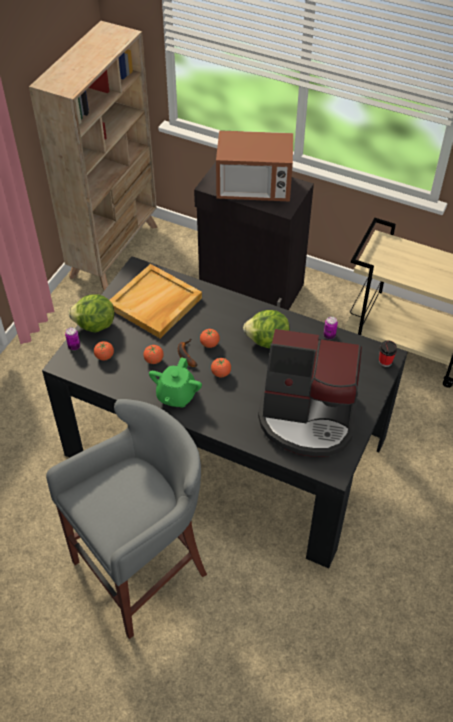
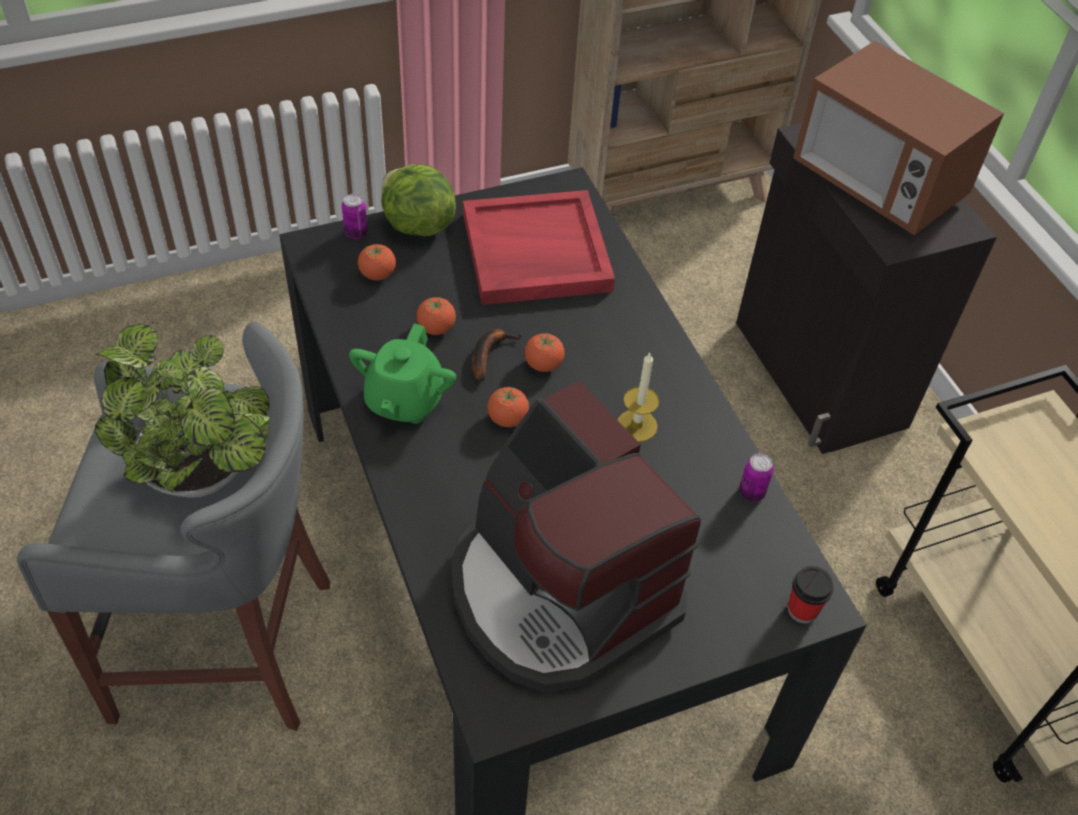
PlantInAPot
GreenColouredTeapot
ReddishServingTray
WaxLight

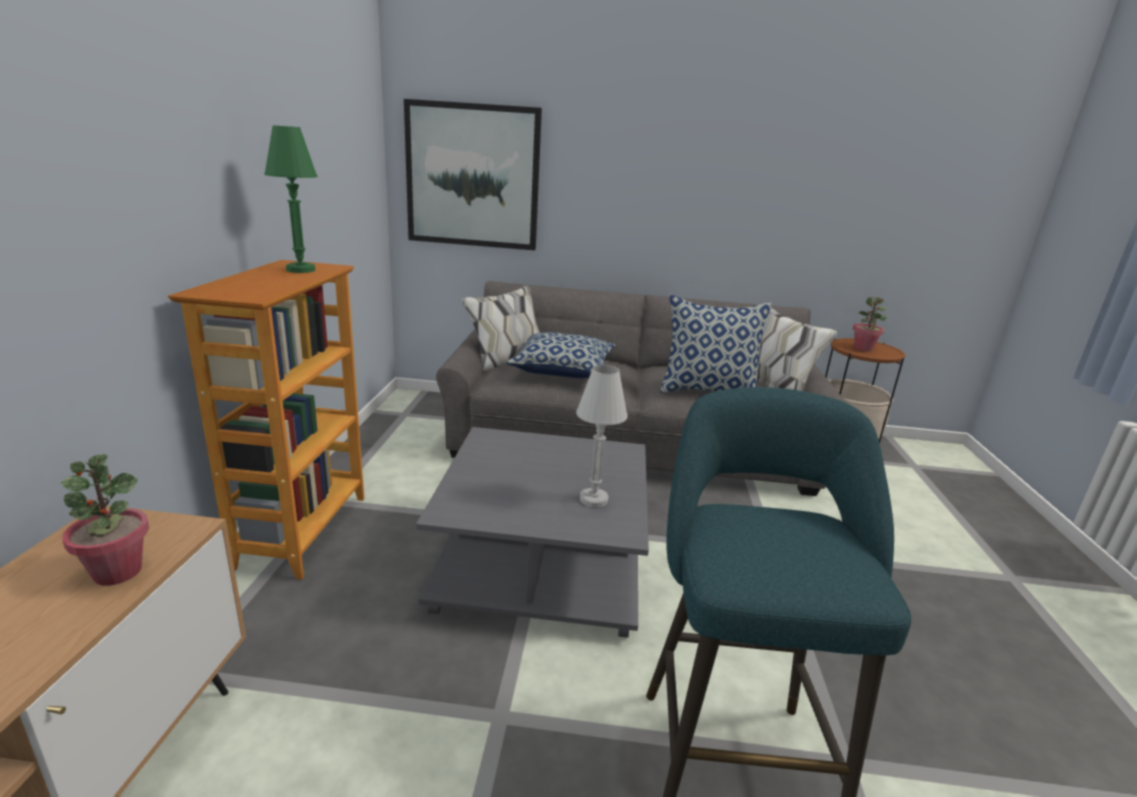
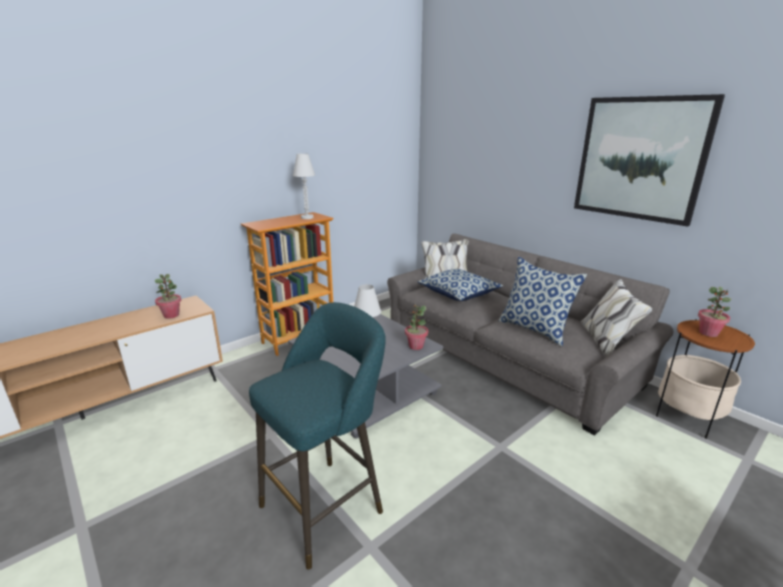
WhitishLampForATable (no. 1 from left)
PlantInAPot (no. 2 from left)
WallPicture

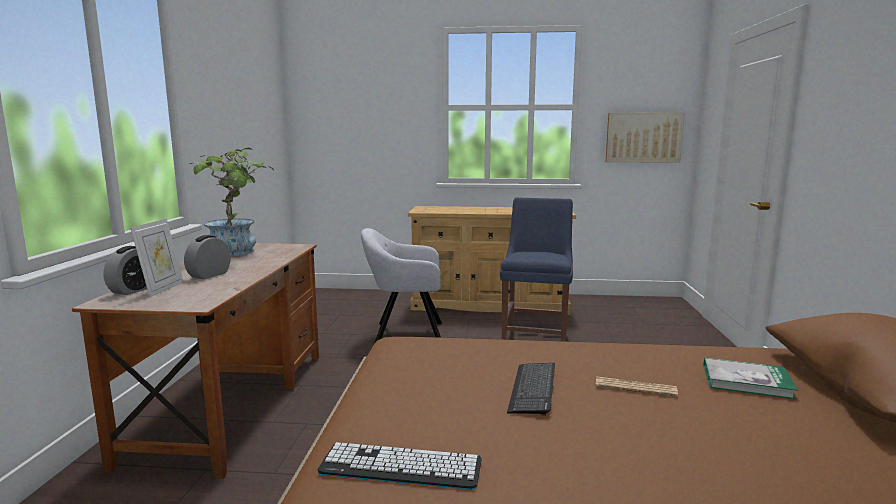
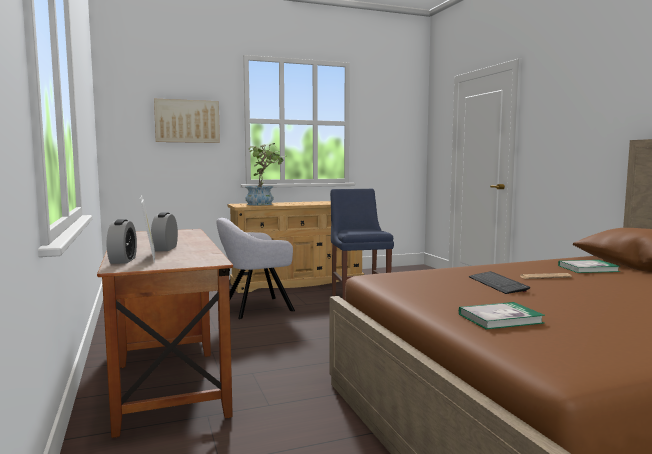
WallPicture
PlantInAPot
BoundBook (no. 1 from left)

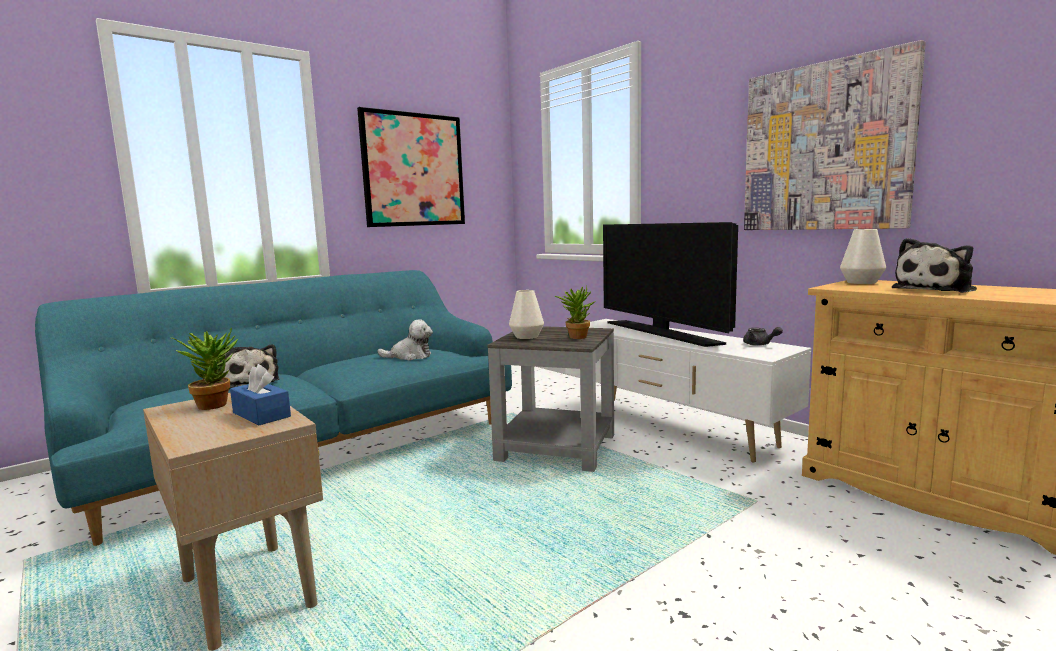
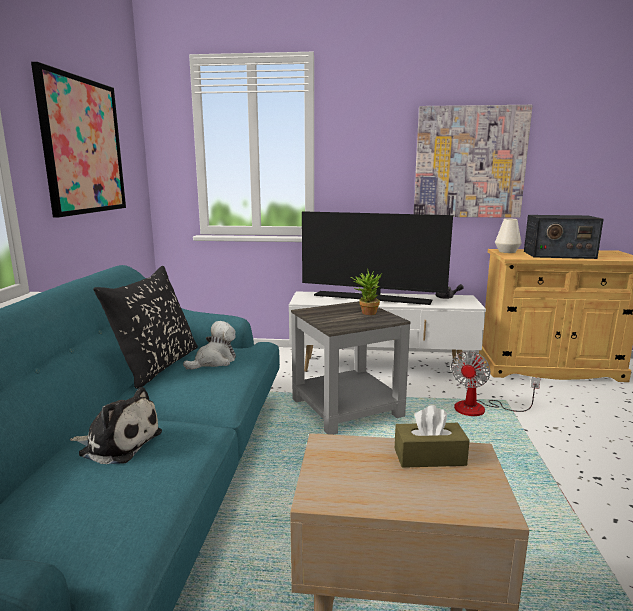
BlackColouredPillow
BrownBoxOfTissues
Fan
Radio
PlantInAPot (no. 1 from left in the first image)
WhitishDecorativeVase (no. 1 from left in the first image)

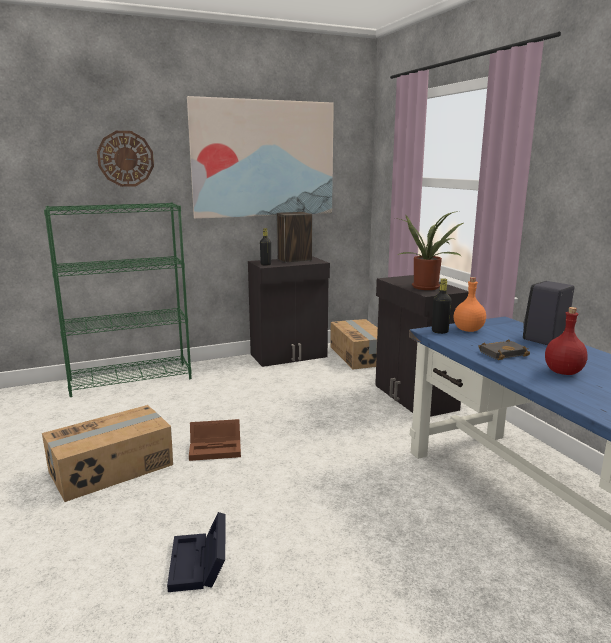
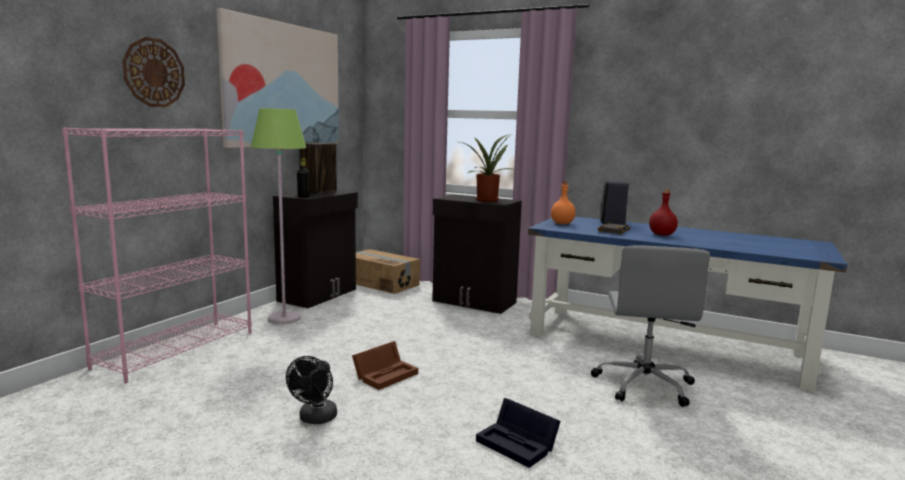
PinkBookcase
GreenColouredStandardLamp
BlackColouredFan
GrayComputerChair
BlackColouredDrinkBottle (no. 2 from left in the first image)

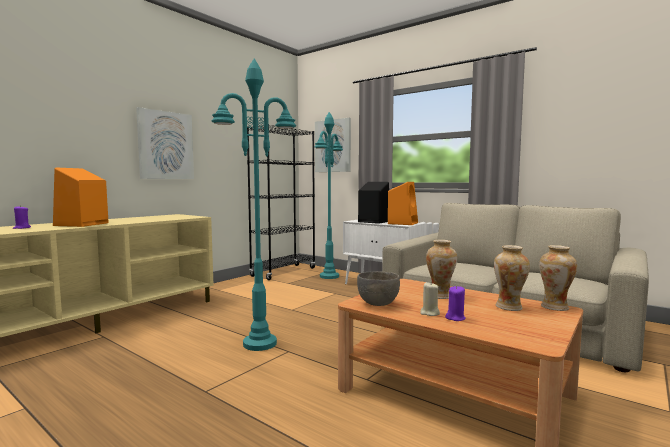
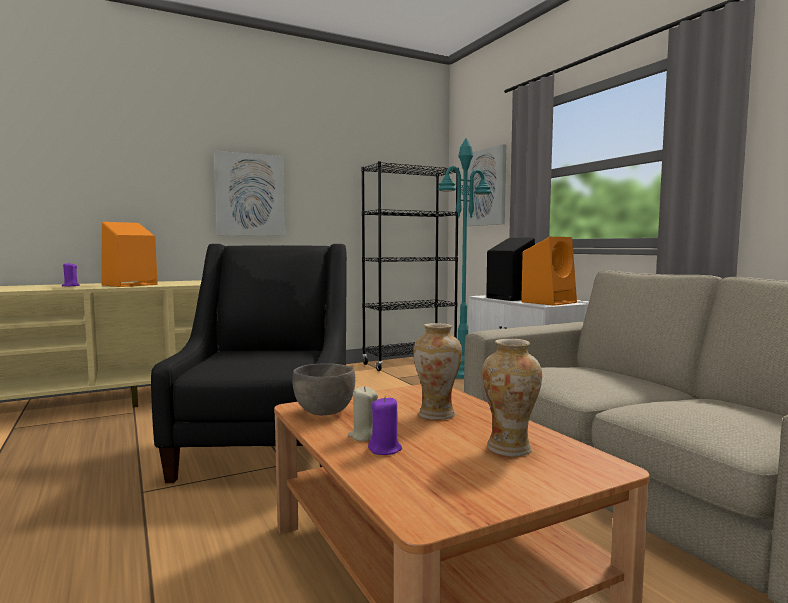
BlackColouredLoungeChair
DecorativeVase (no. 3 from left in the first image)

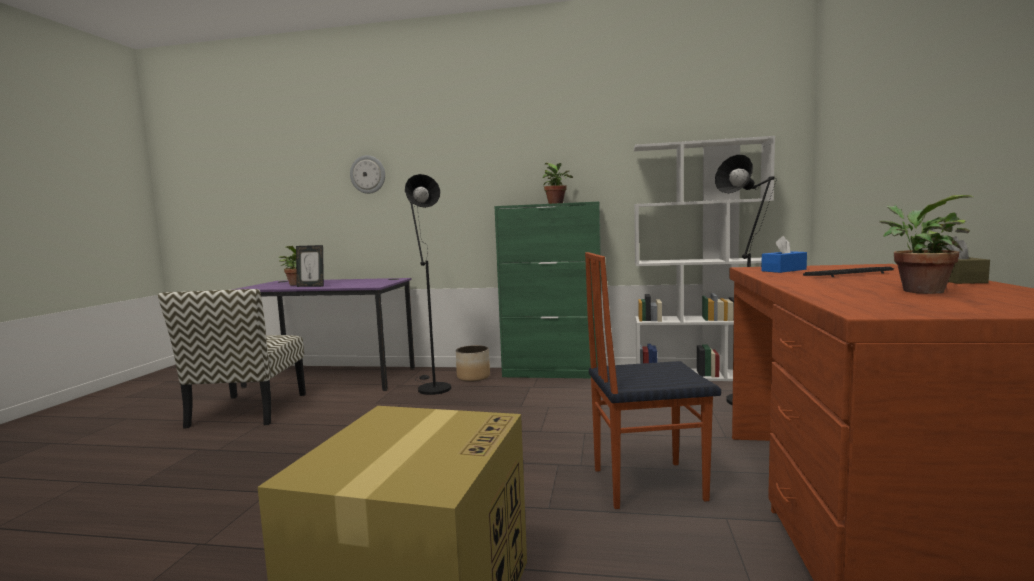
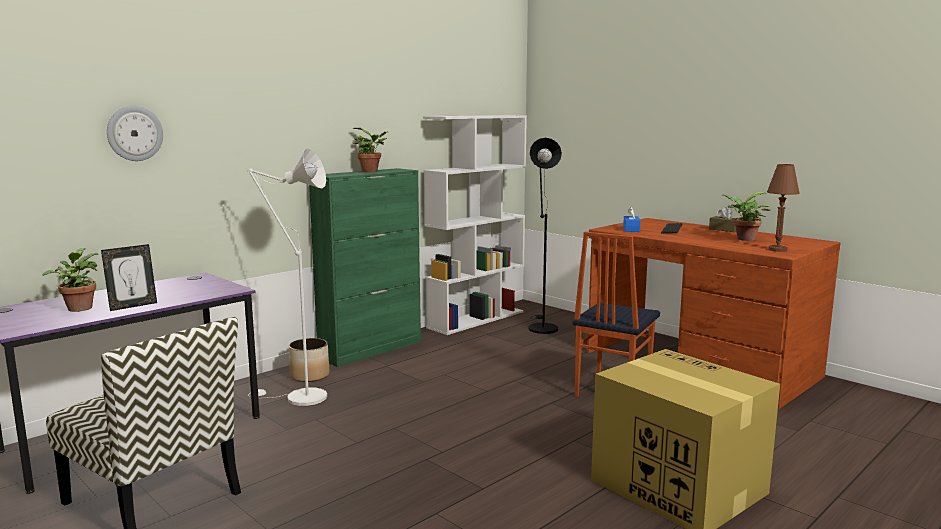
WhitishStandardLamp
BrownLampForATable

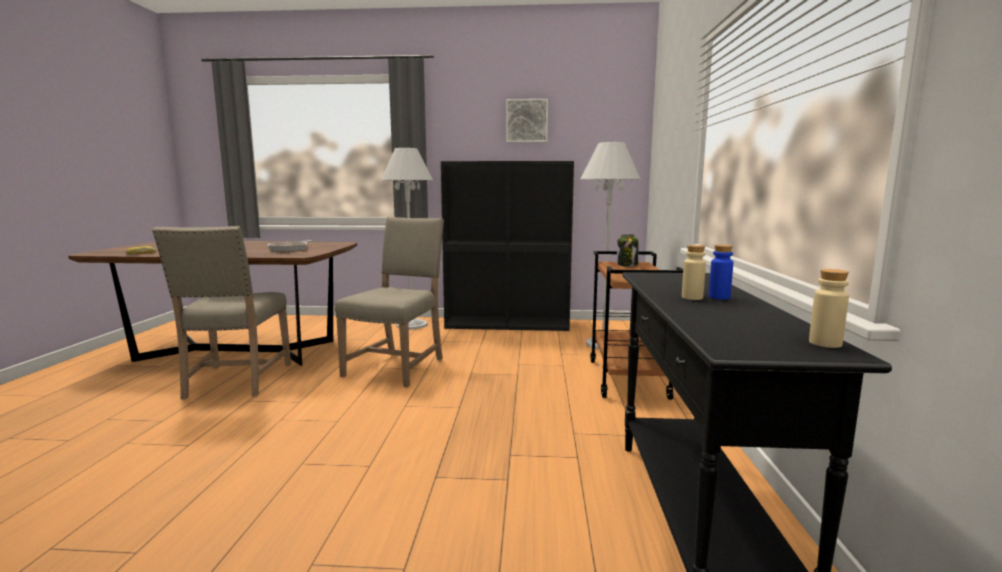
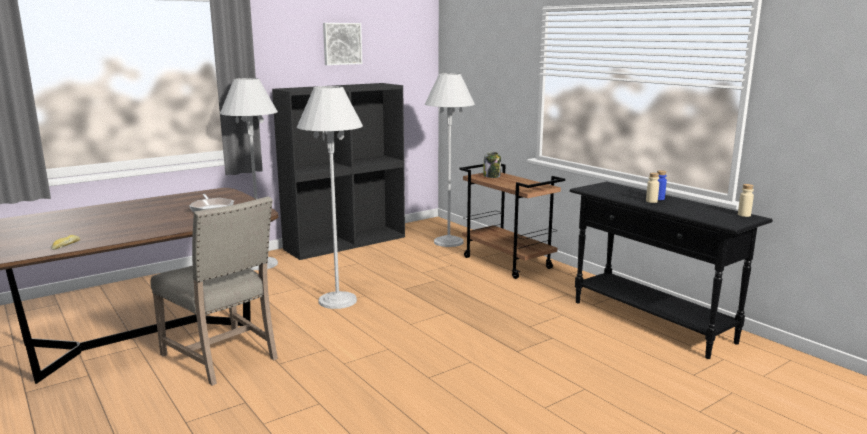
WhitishStandardLamp (no. 2 from left)

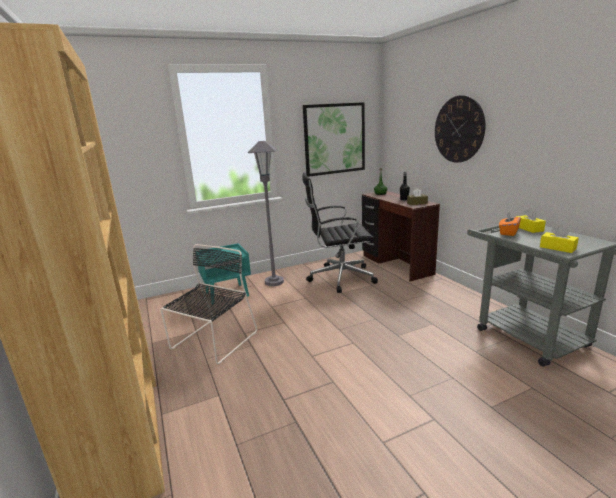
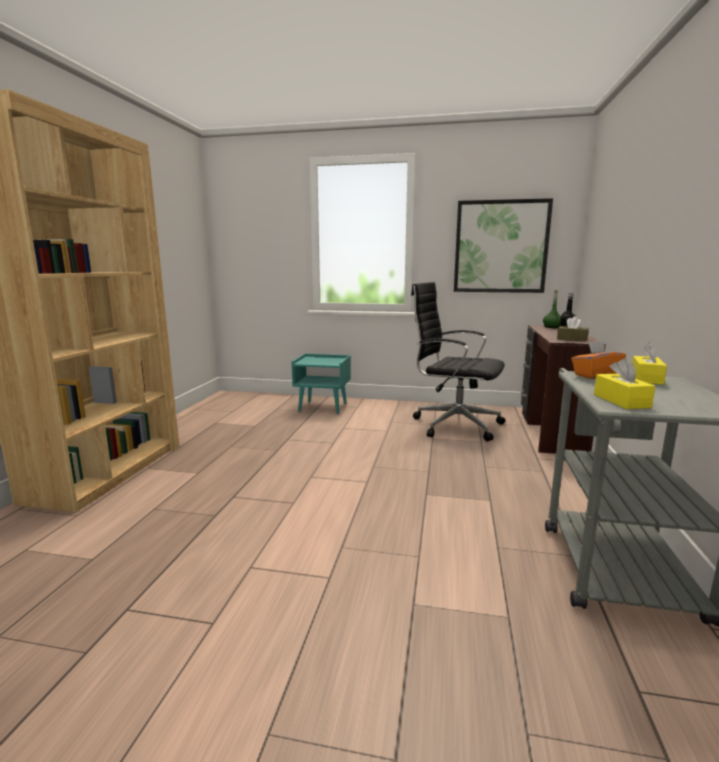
BlackColouredUprightChair
GrayStandardLamp
ClockOnTheWall

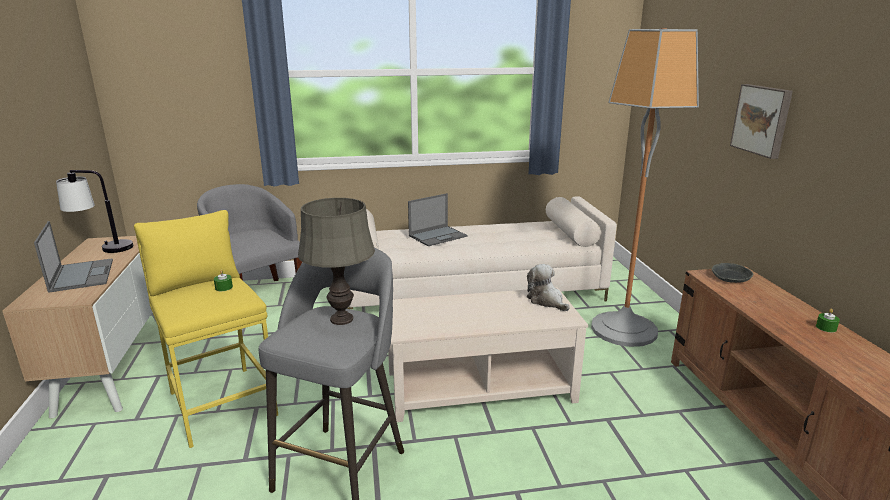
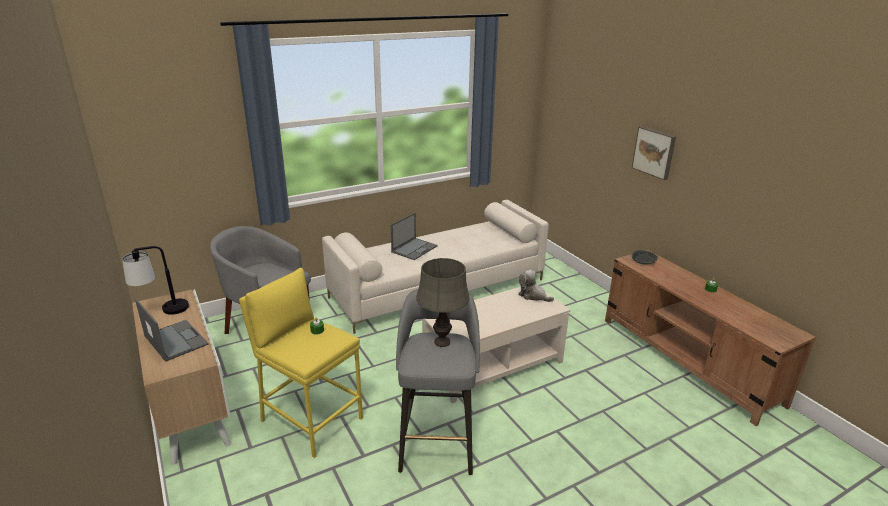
StandardLamp

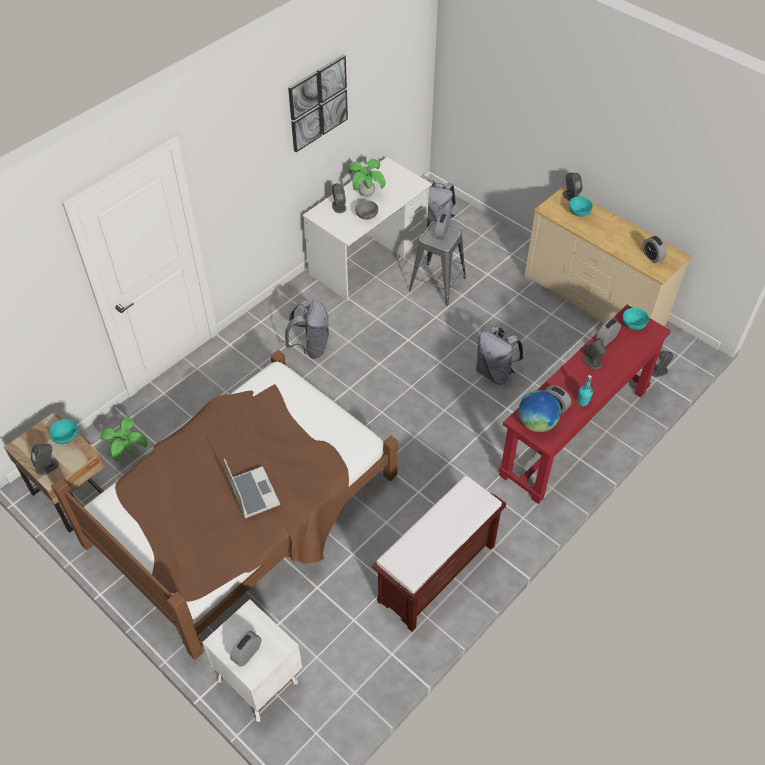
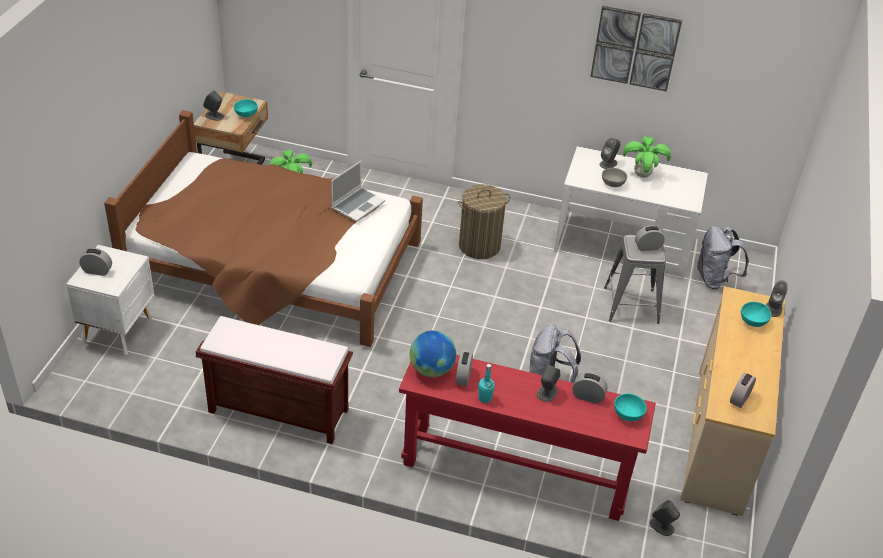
Laptop
Hamper

